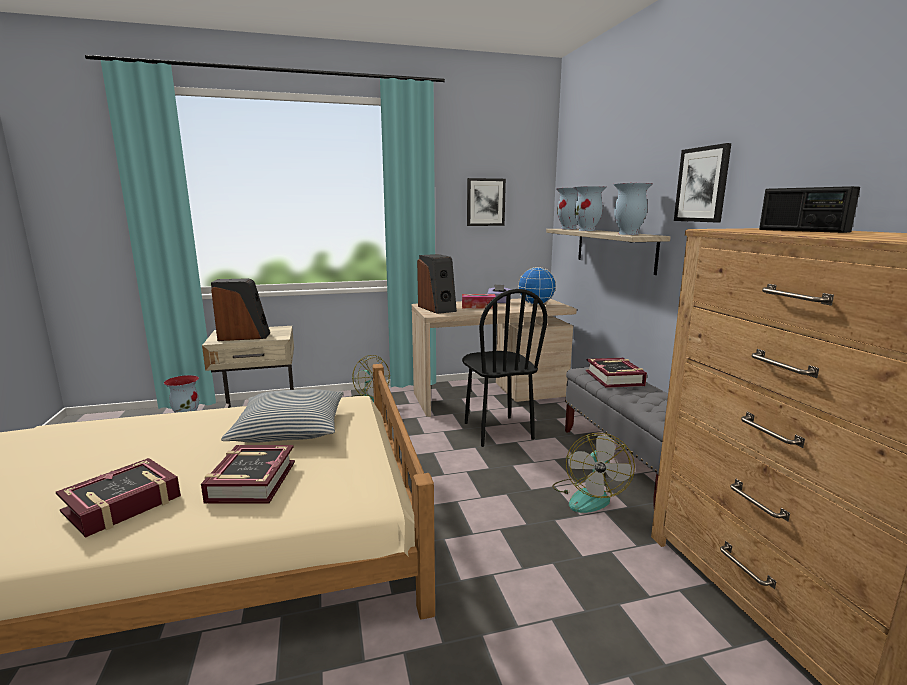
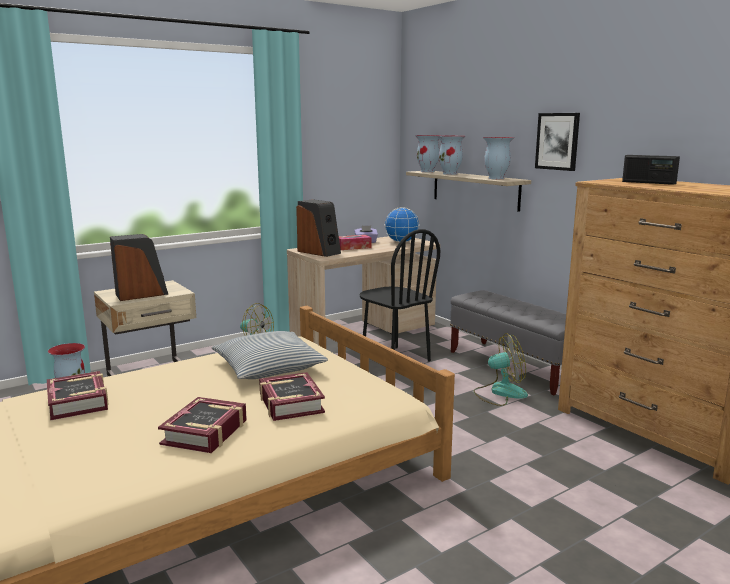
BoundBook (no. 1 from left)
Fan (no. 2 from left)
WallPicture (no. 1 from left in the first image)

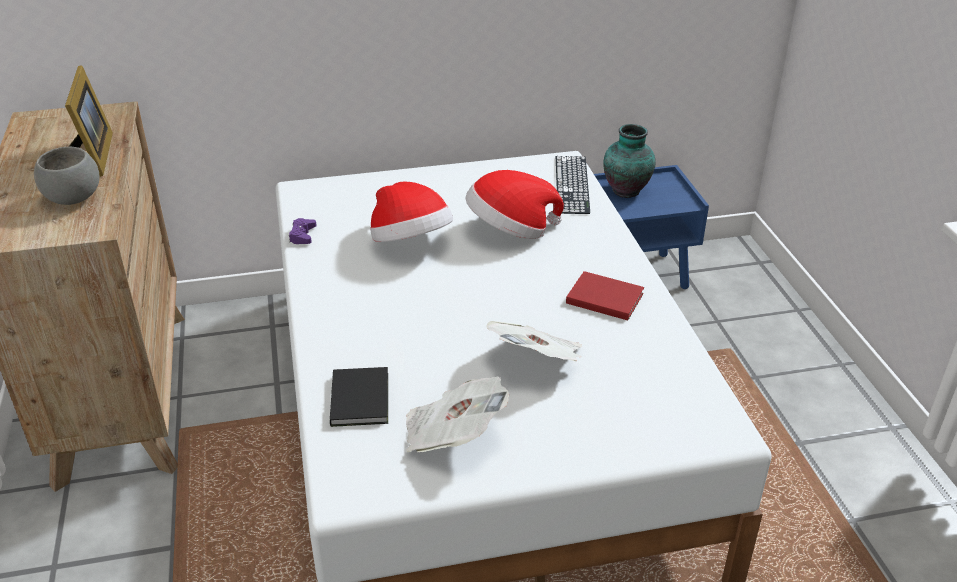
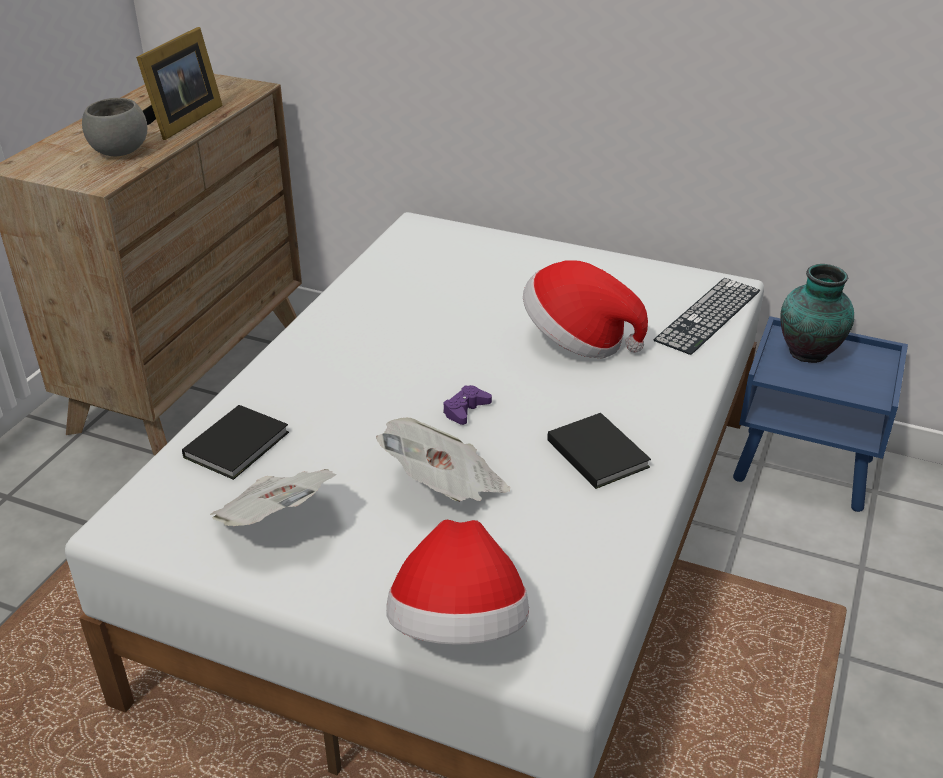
ClothingHat (no. 1 from left)
PurplishJoypad
BlackColouredBoundBook (no. 2 from left)

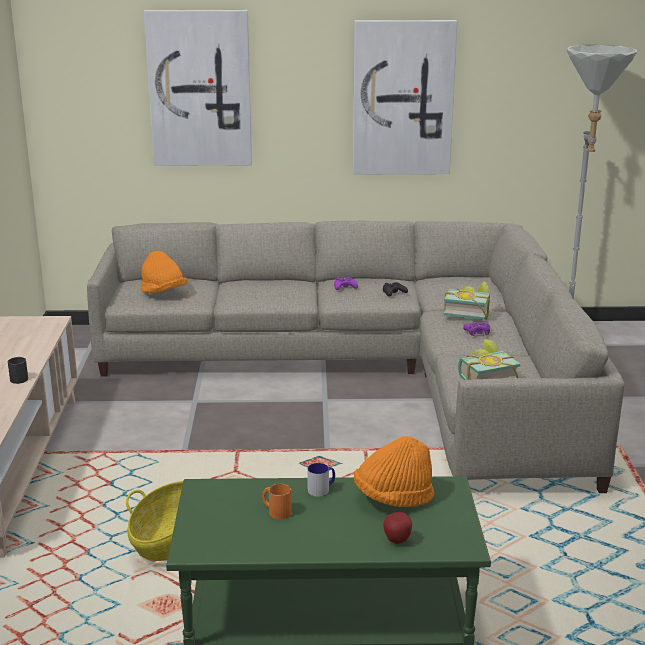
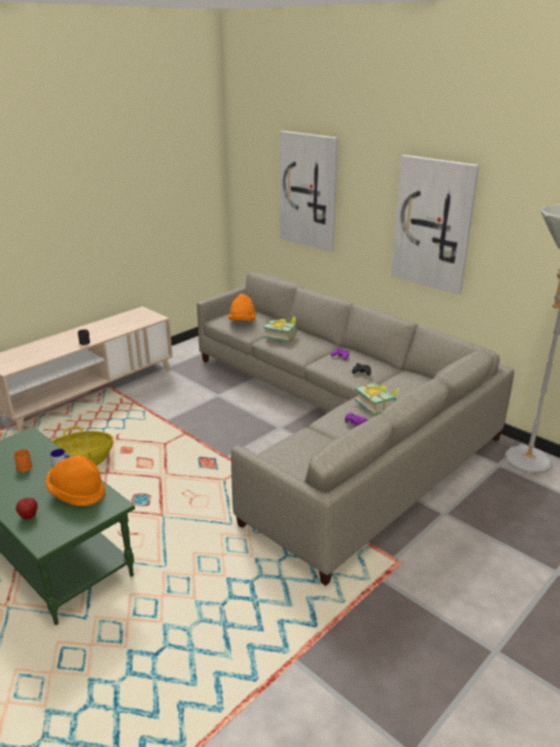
BoundBook (no. 1 from left)

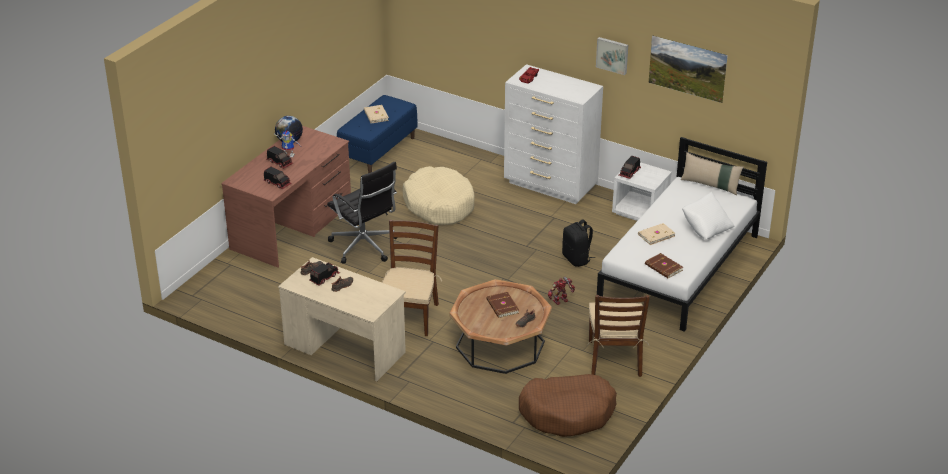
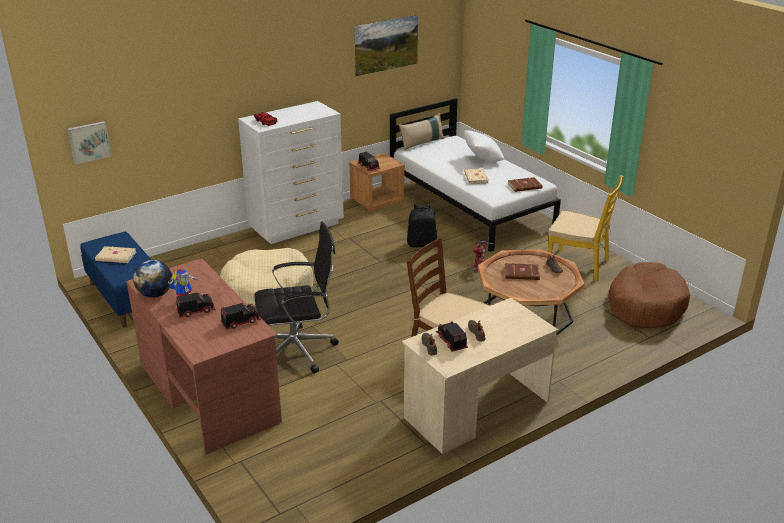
WallPicture (no. 1 from left)
BrownNightstand
YellowishUprightChair

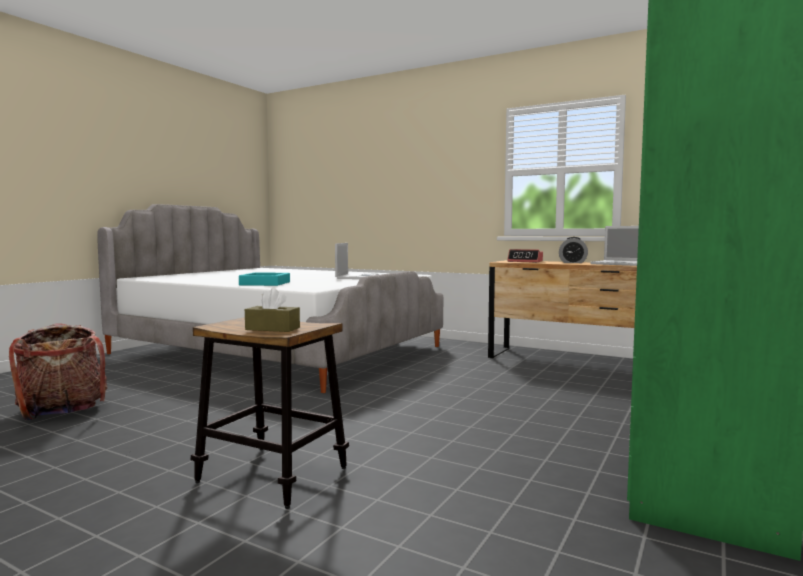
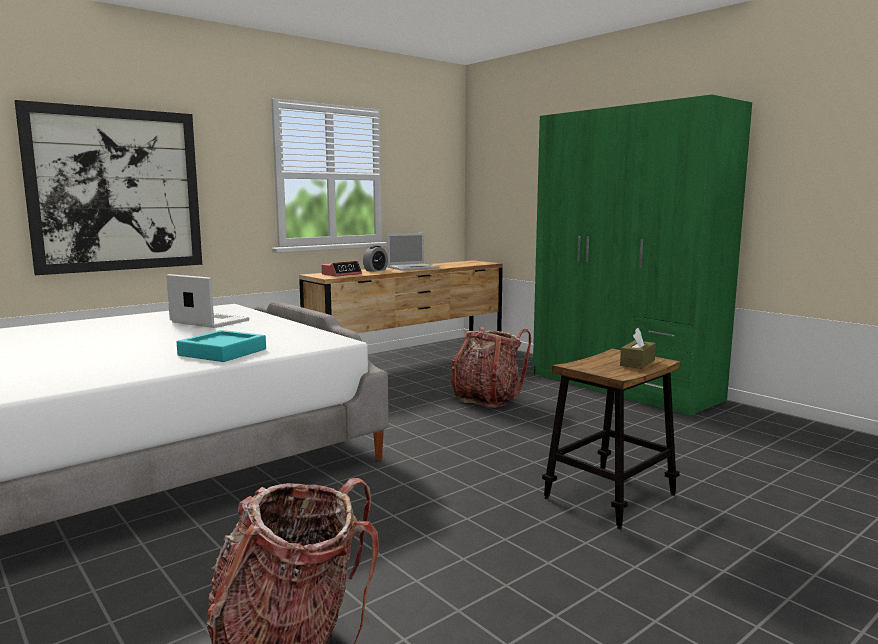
WallPicture
Rucksack (no. 2 from left)

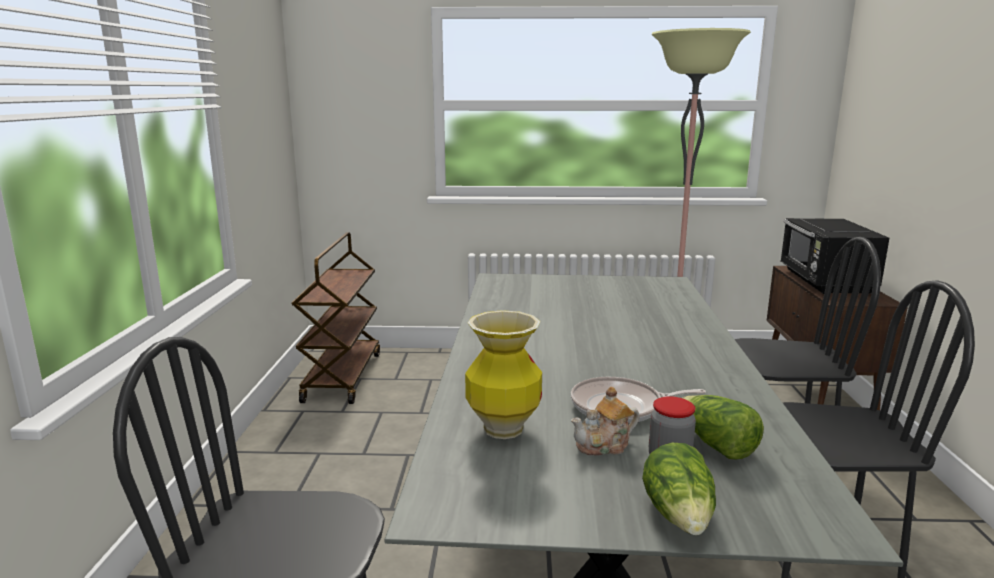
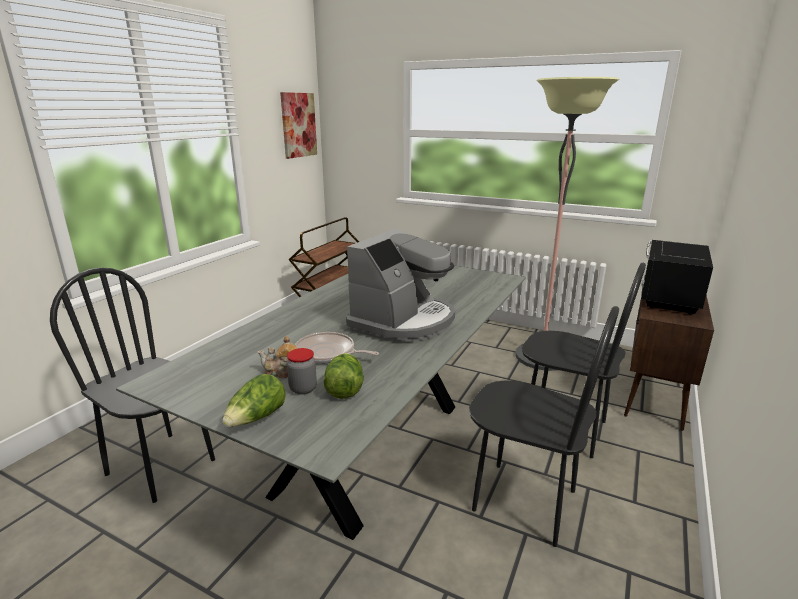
WallPicture
CoffeeBrewer
DecorativeVase

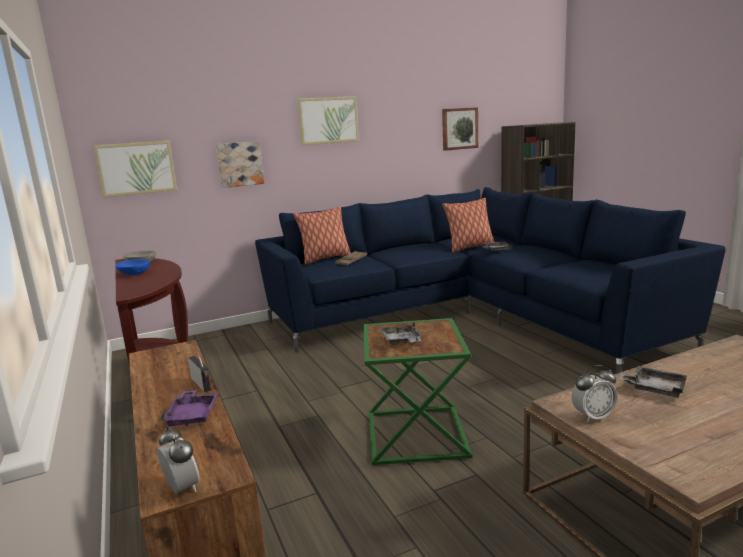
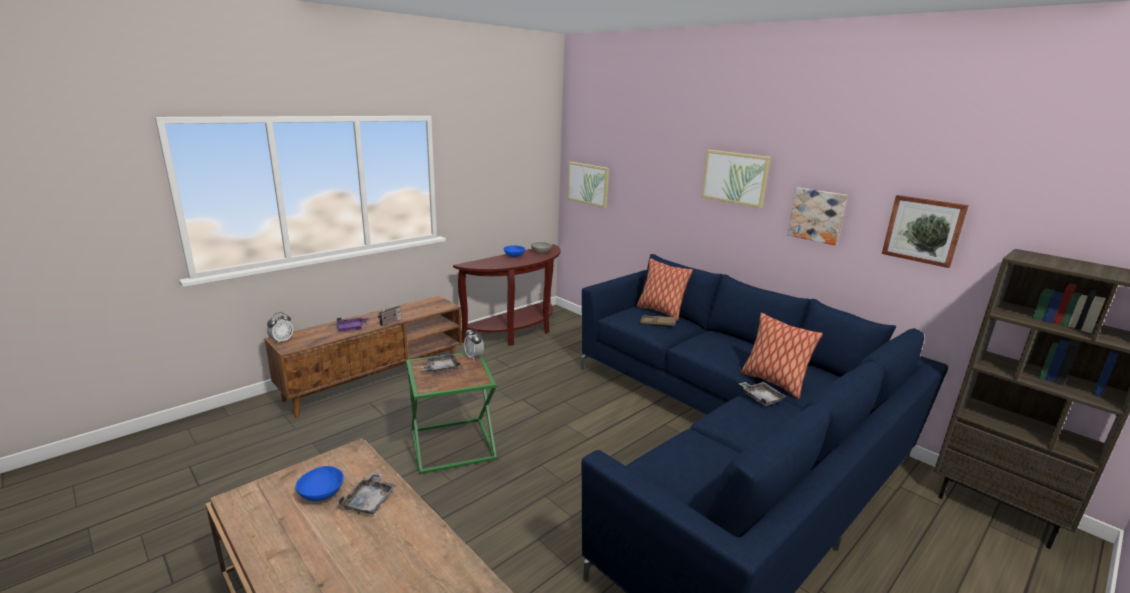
BlueServingBowl (no. 1 from left)
TableClock (no. 2 from left)
WallPicture (no. 3 from left)

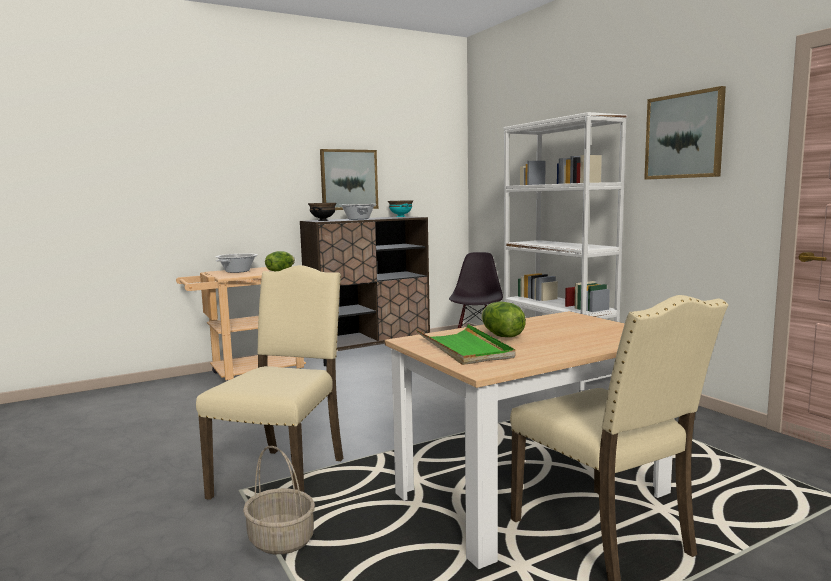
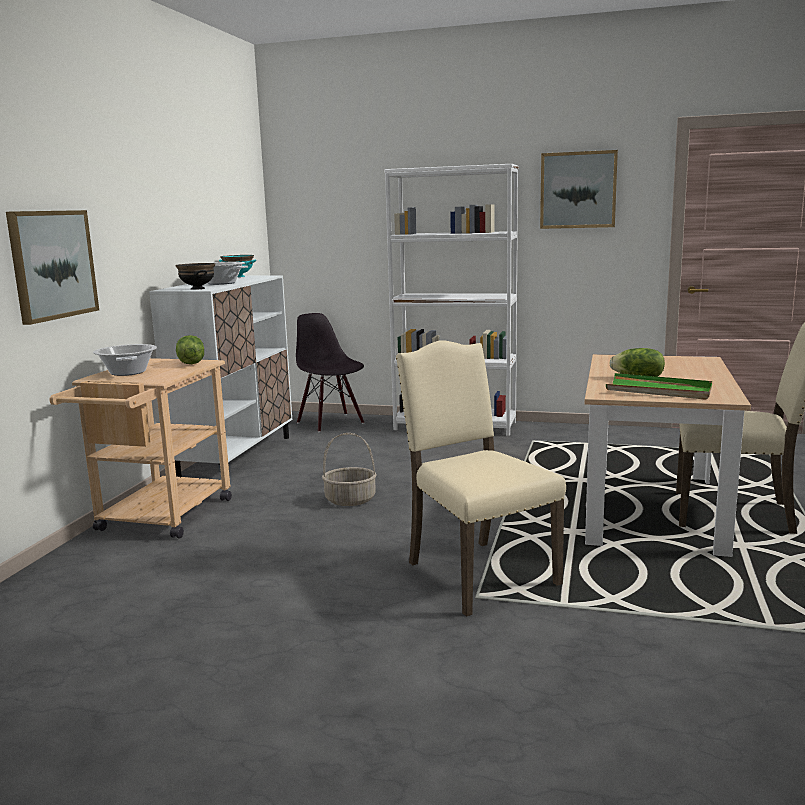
WallPicture (no. 1 from left)
WhitishStorageCabinet
Basket

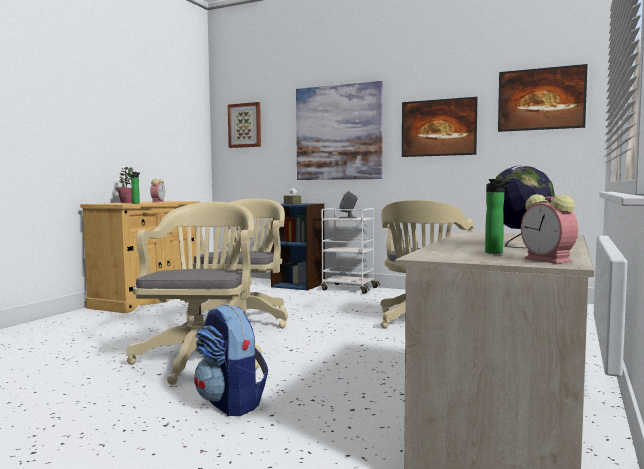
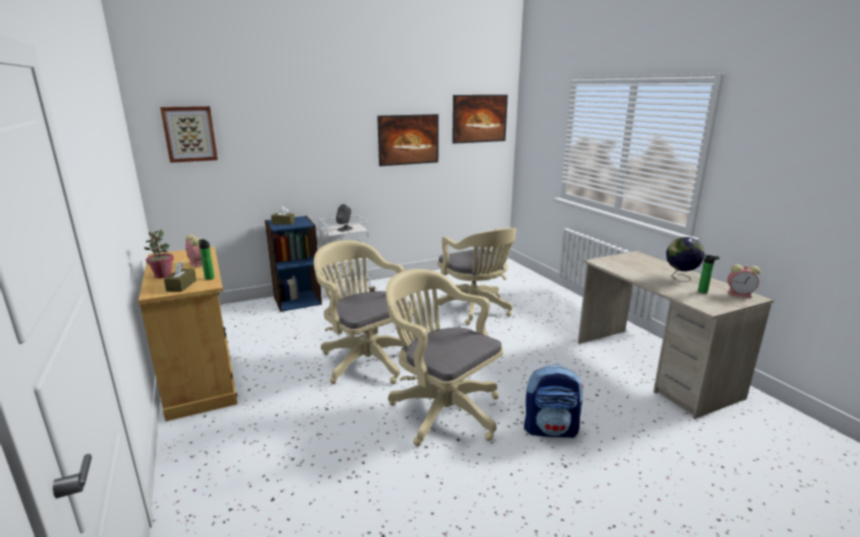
BrownBoxOfTissues (no. 1 from left)
WallPicture (no. 2 from left in the first image)

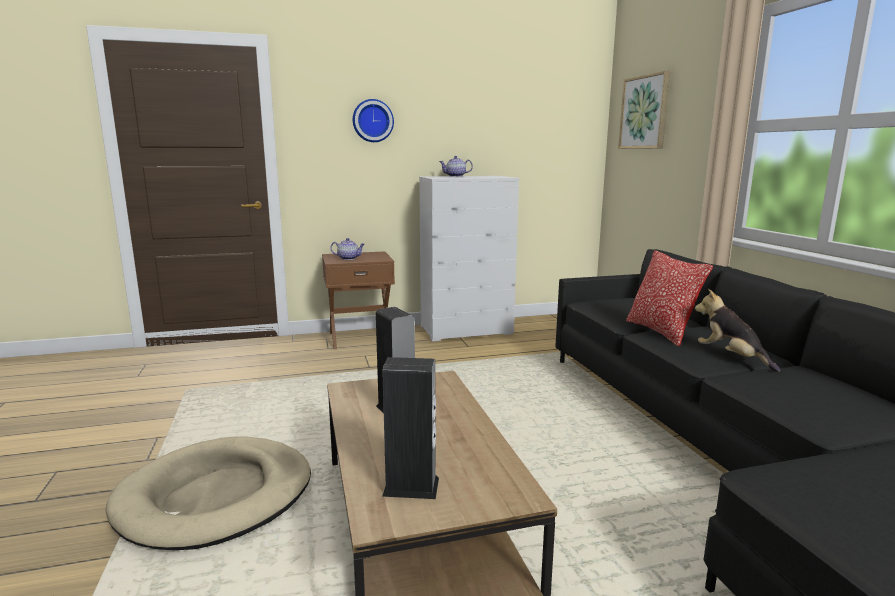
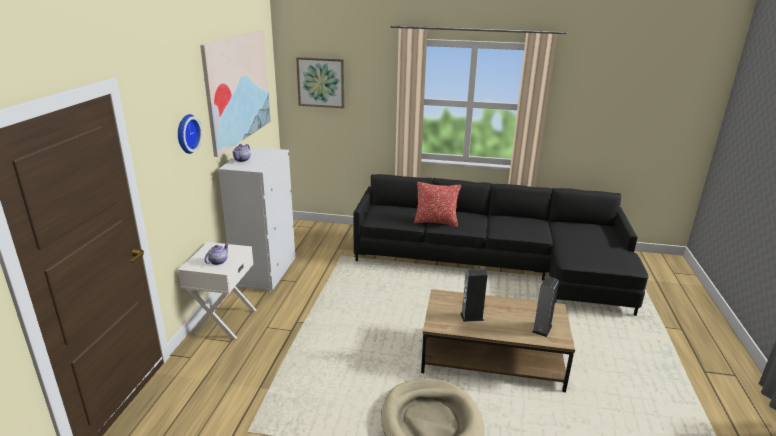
WhitishNightstand
WallPicture (no. 1 from left)
PlushToy

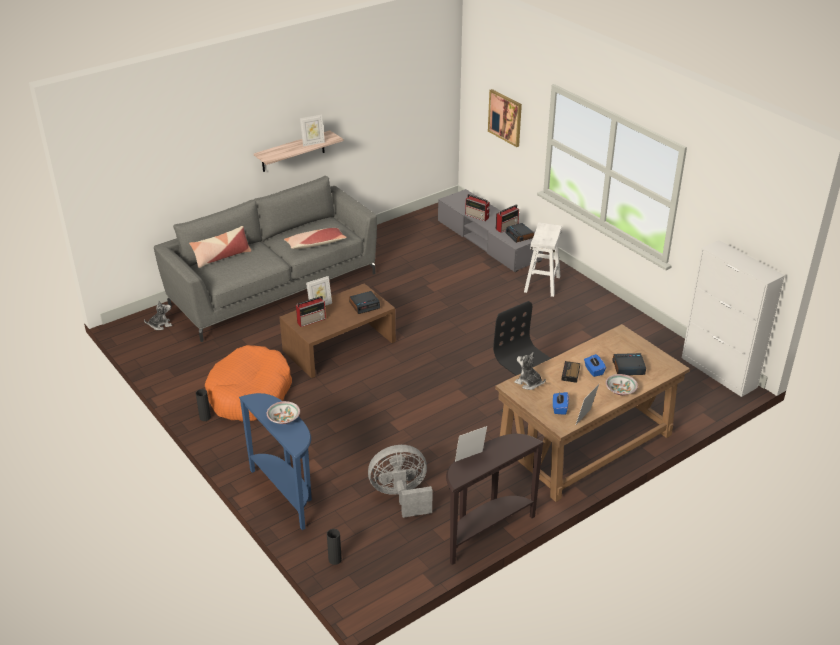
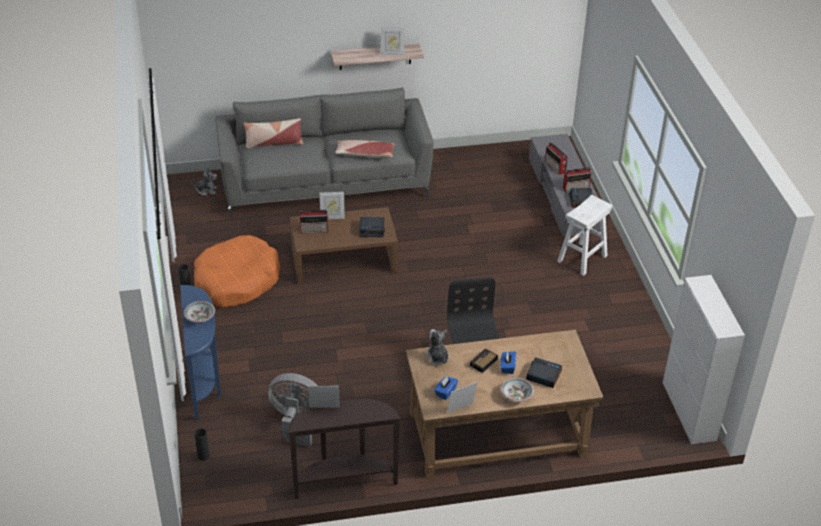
WallPicture

